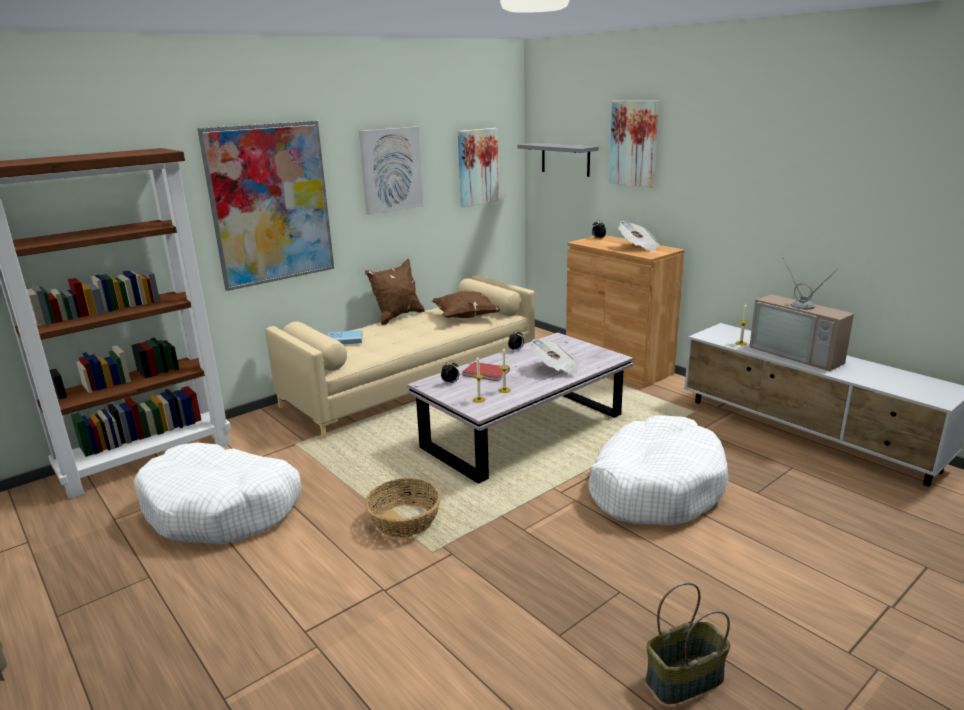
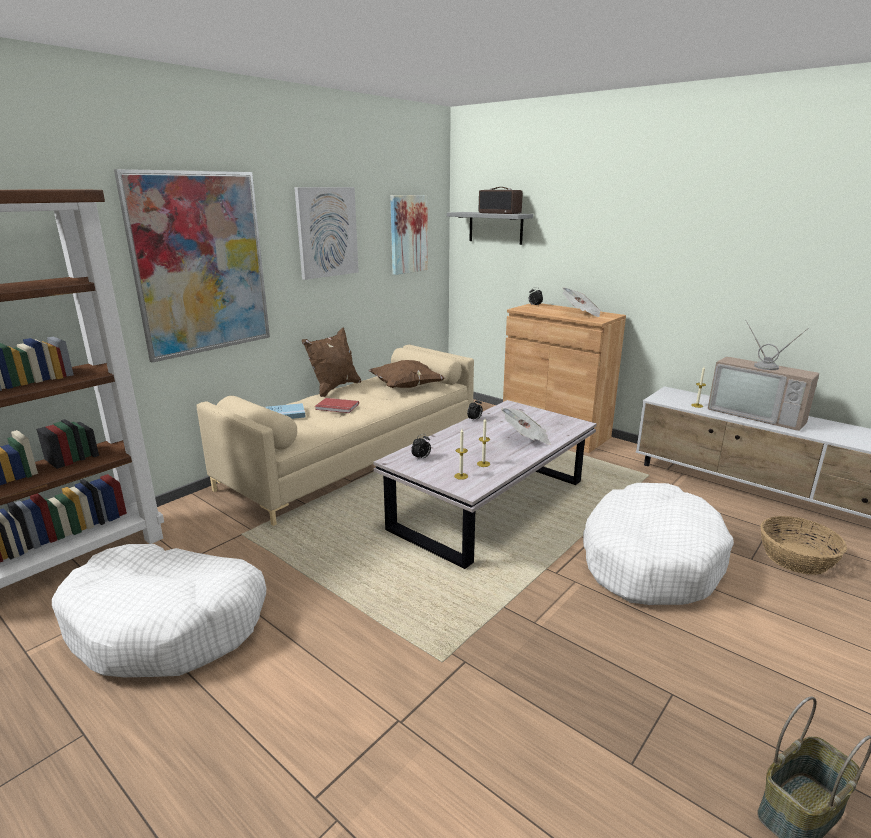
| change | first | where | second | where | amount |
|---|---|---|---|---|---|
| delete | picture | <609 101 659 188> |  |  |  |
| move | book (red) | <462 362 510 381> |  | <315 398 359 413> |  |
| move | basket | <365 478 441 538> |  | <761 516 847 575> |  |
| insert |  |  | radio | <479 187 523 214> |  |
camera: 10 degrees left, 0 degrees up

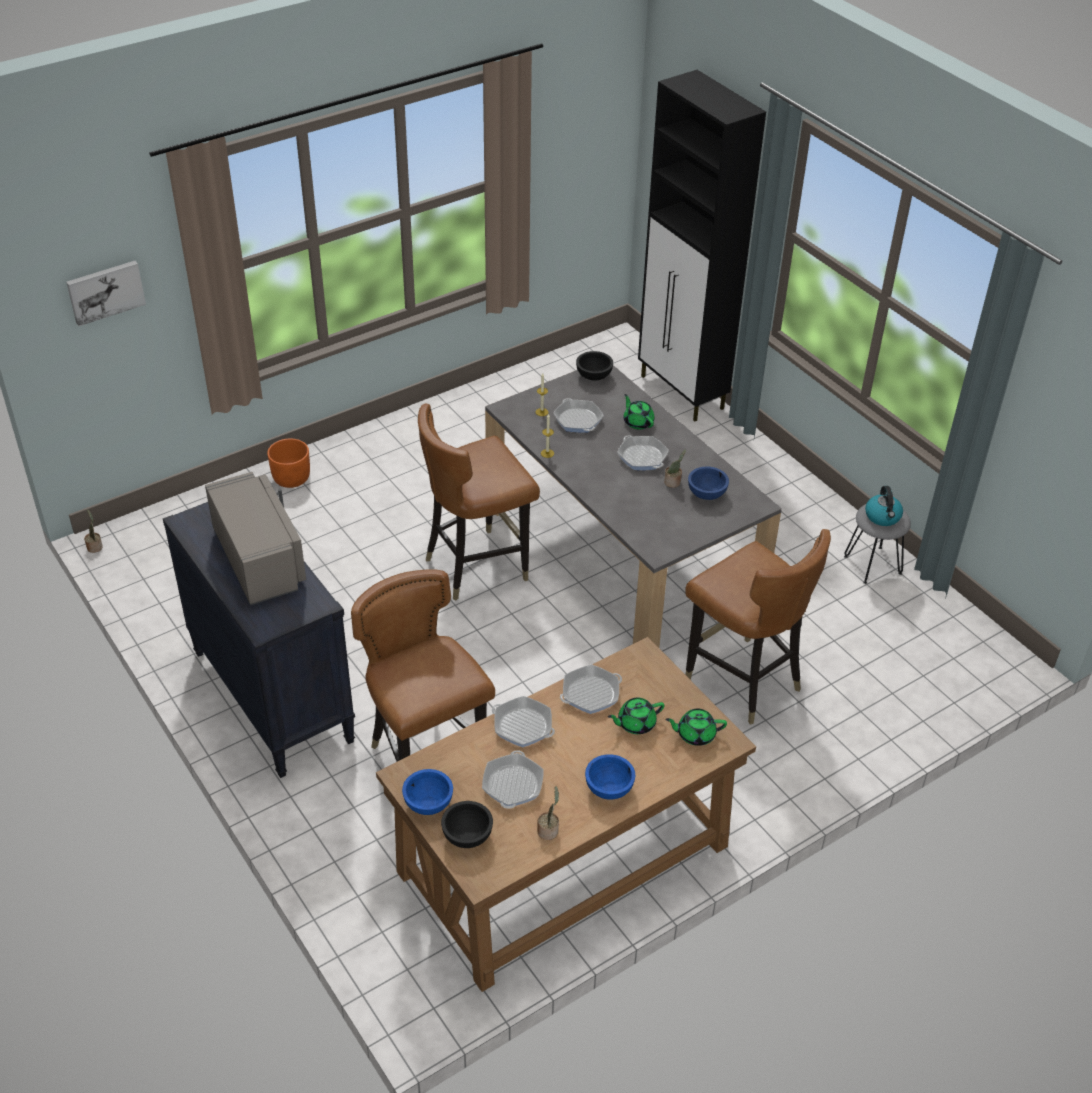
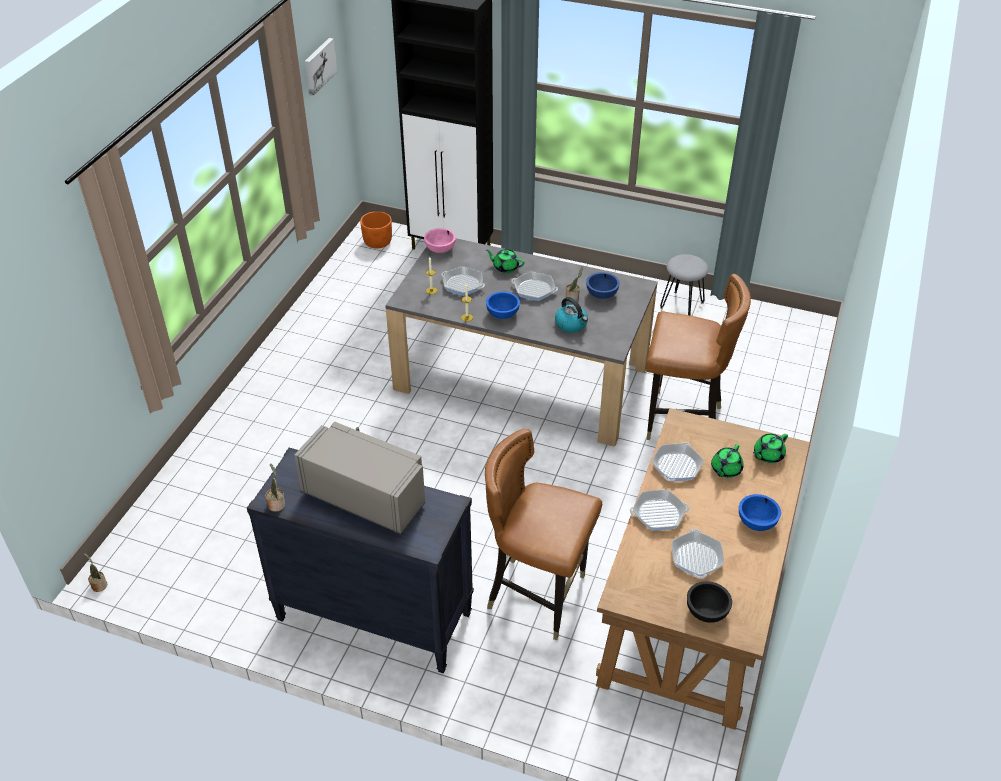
| change | first | where | second | where | amount |
|---|---|---|---|---|---|
| move | picture | <66 261 146 326> |  | <305 38 337 96> |  |
| recolor | bowl (black) | <576 351 613 380> | bowl (pink) | <424 228 456 253> |  |
| delete | chair (brown) | <418 404 540 601> |  |  |  |
| move | planter (orange) | <267 439 310 488> |  | <360 211 392 249> |  |
| move | kettle | <865 486 903 526> |  | <555 297 588 332> |  |
| rotate | frying pan | <482 750 543 809> |  | <672 528 724 578> | 150 degrees counterclockwise |
| move | bowl (blue) | <402 769 453 815> |  | <486 292 520 319> |  |
| move | potted plant | <537 787 559 840> |  | <265 463 285 512> |  |
camera: 35 degrees left, 0 degrees up

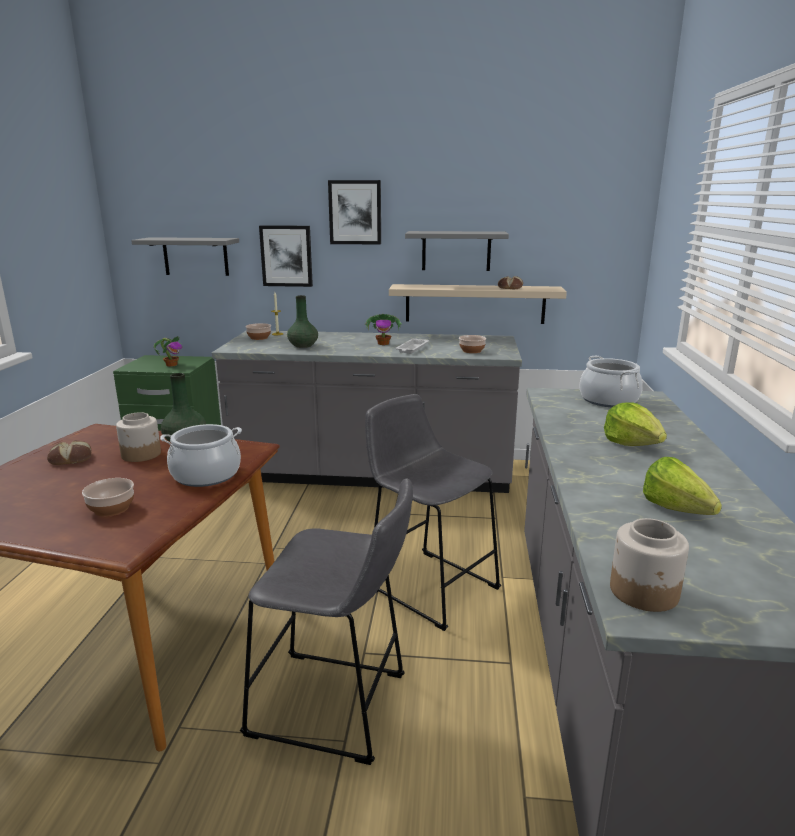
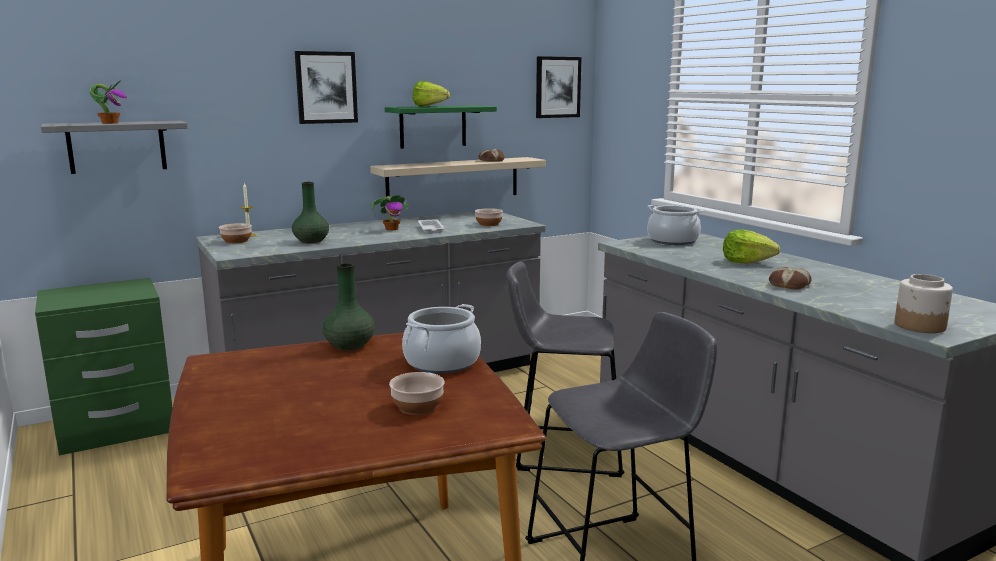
| change | first | where | second | where | amount |
|---|---|---|---|---|---|
| move | picture | <259 225 313 287> |  | <536 56 582 118> |  |
| recolor | shelf (grey) | <405 231 509 271> | shelf (green) | <385 106 497 149> |  |
| move | potted plant | <154 336 182 367> |  | <90 79 127 124> |  |
| delete | jar | <116 412 161 462> |  |  |  |
| move | bread | <47 441 92 465> |  | <769 267 811 289> |  |
| move | lettuce | <643 457 722 515> |  | <413 81 450 107> |  |
camera: 35 degrees left, 5 degrees down

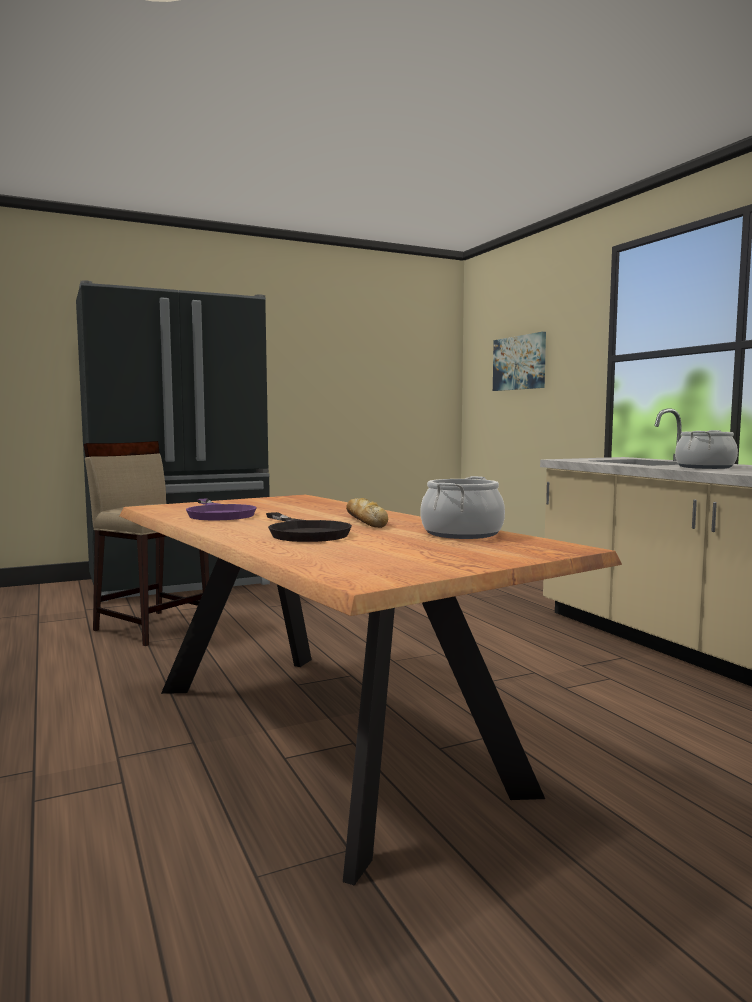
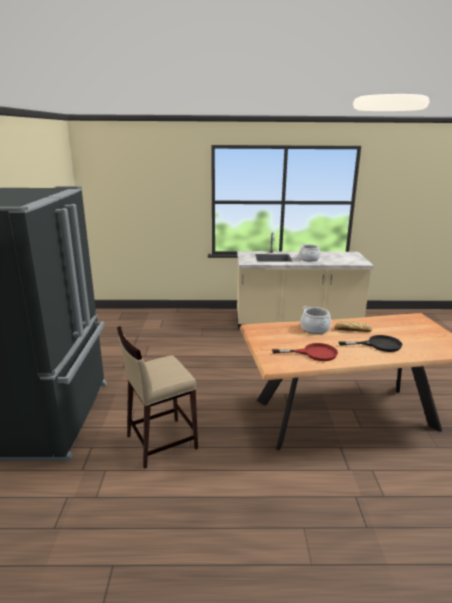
| change | first | where | second | where | amount |
|---|---|---|---|---|---|
| delete | picture | <493 332 546 391> |  |  |  |
| move | cooking pot | <420 476 505 539> |  | <300 306 331 334> |  |
| recolor | frying pan (purple) | <186 499 257 520> | frying pan (red) | <272 343 338 361> |  |
camera: 65 degrees left, 15 degrees up

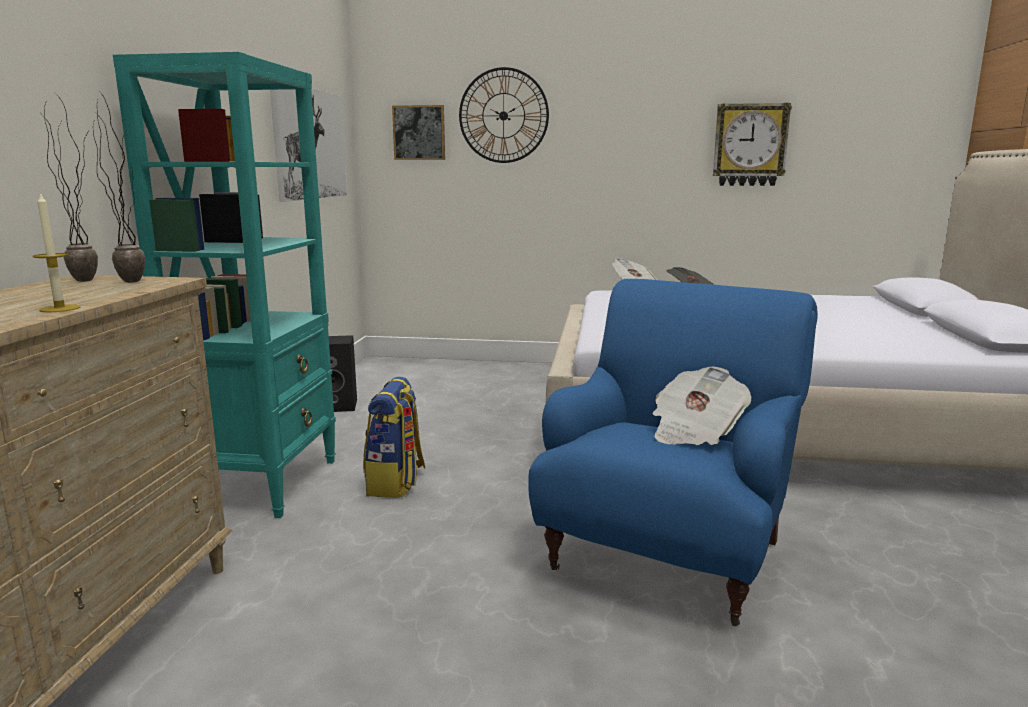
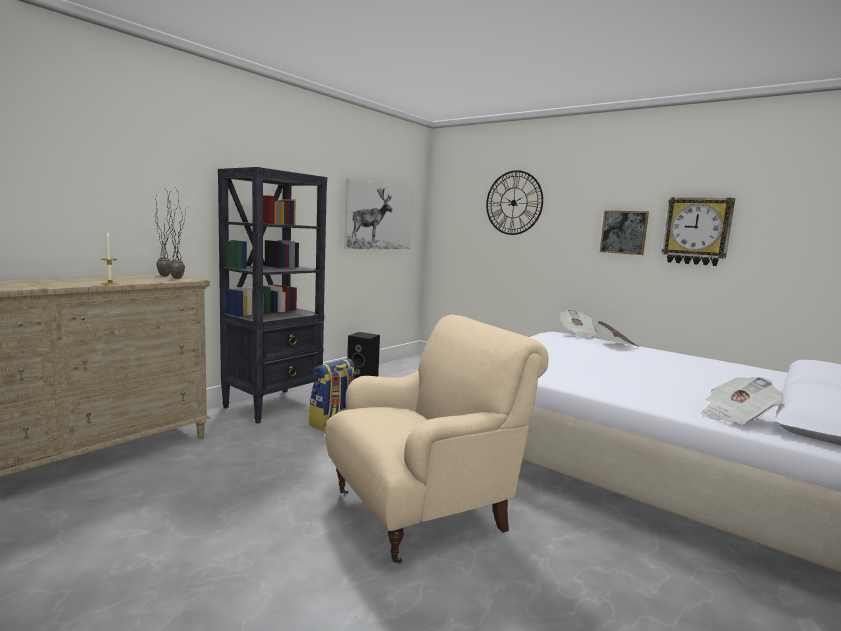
| change | first | where | second | where | amount |
|---|---|---|---|---|---|
| recolor | bookcase (turquoise) | <113 52 336 518> | bookcase (black) | <218 167 327 424> |  |
| move | picture | <392 105 445 160> |  | <600 210 649 255> |  |
| recolor | armchair (blue) | <528 279 818 626> | armchair (beige) | <325 314 548 564> |  |
| move | newspaper | <652 367 752 445> |  | <701 377 784 424> |  |
camera: 30 degrees right, 5 degrees down

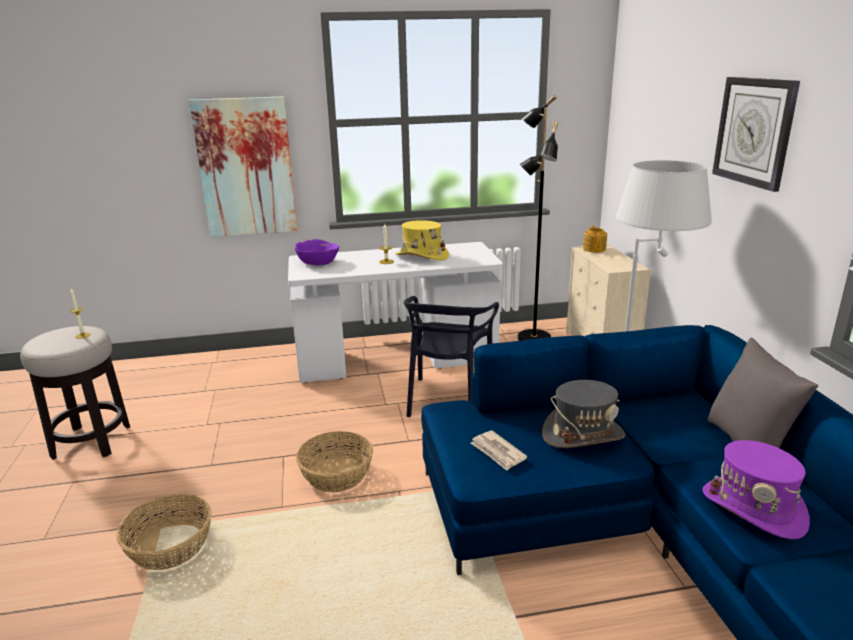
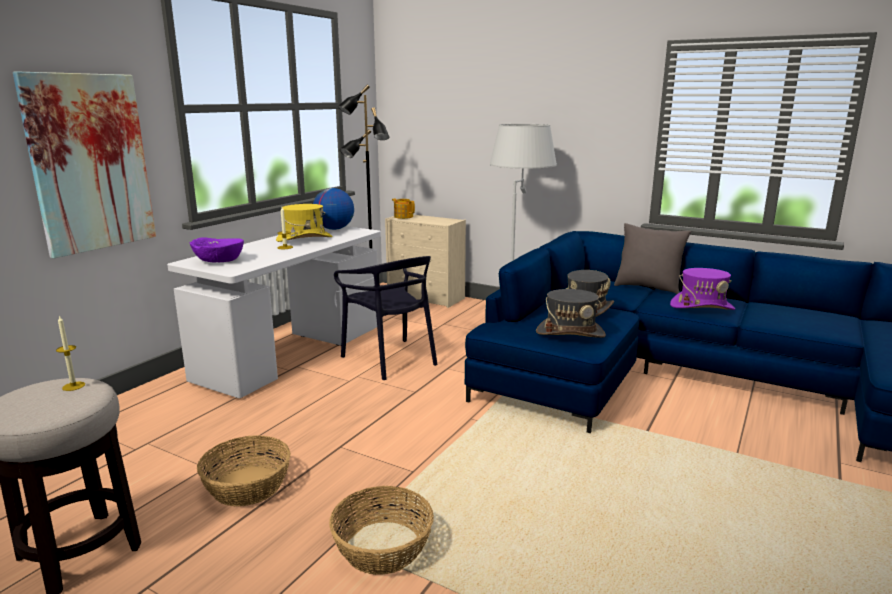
| change | first | where | second | where | amount |
|---|---|---|---|---|---|
| delete | wall clock | <712 77 800 192> |  |  |  |
| replace | newspaper | <471 430 527 471> | hat (grey) | <536 289 606 338> |  |
| move | basket | <296 431 373 493> |  | <197 435 291 506> |  |
| insert |  |  | globe | <313 188 354 230> |  |
camera: 50 degrees left, 5 degrees down

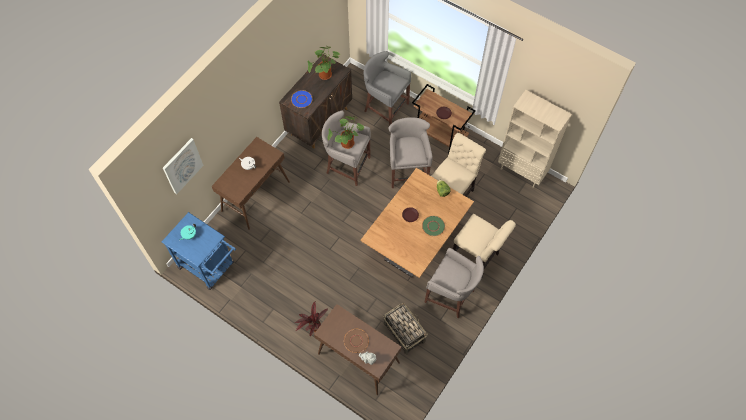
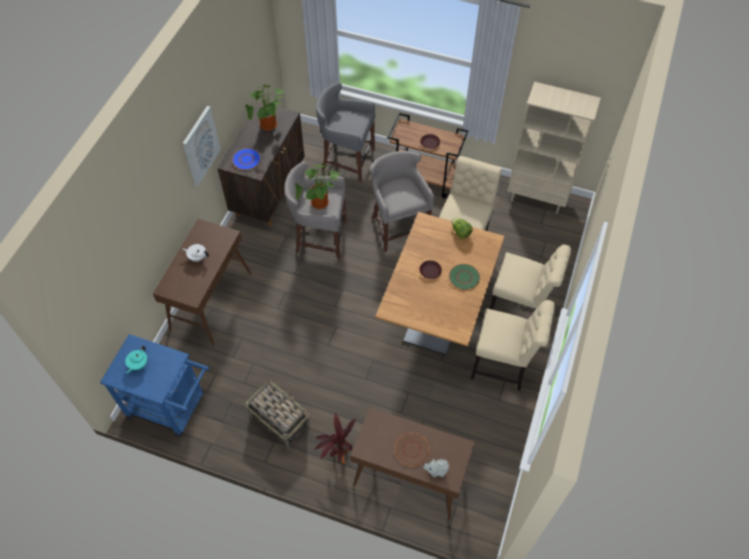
| change | first | where | second | where | amount |
|---|---|---|---|---|---|
| move | picture | <163 138 204 194> |  | <183 106 221 186> |  |
| replace | stool (grey) | <424 248 484 319> | chair (beige) | <471 300 555 391> |  |
| move | basket | <383 303 428 355> |  | <245 380 310 449> |  |
camera: 15 degrees left, 5 degrees down

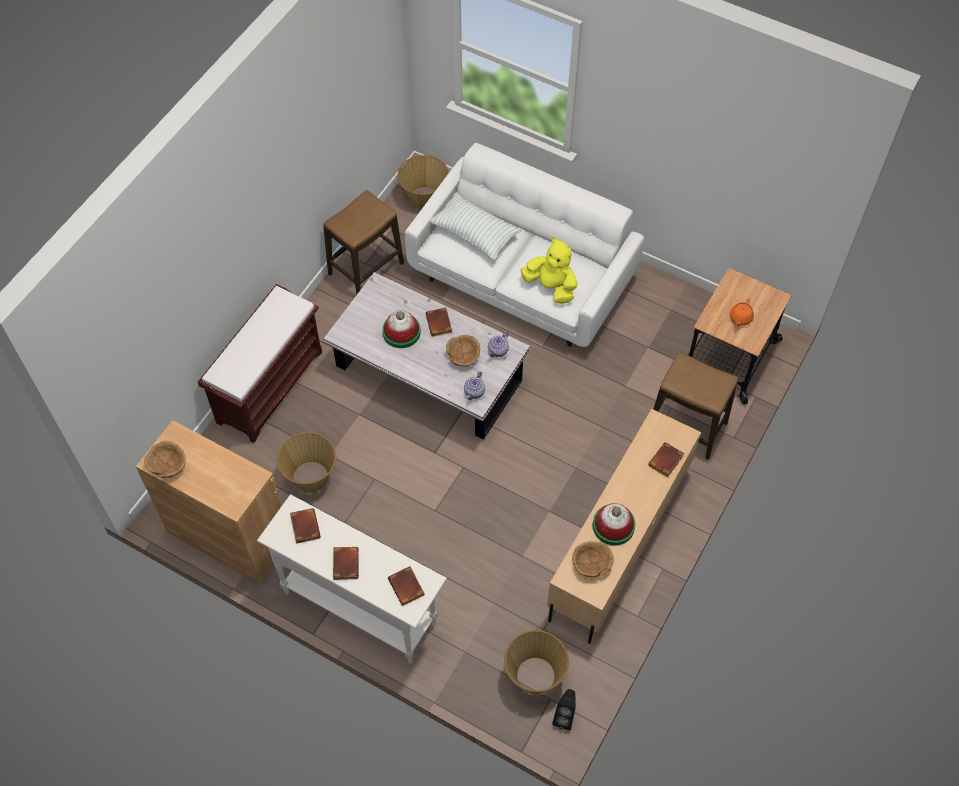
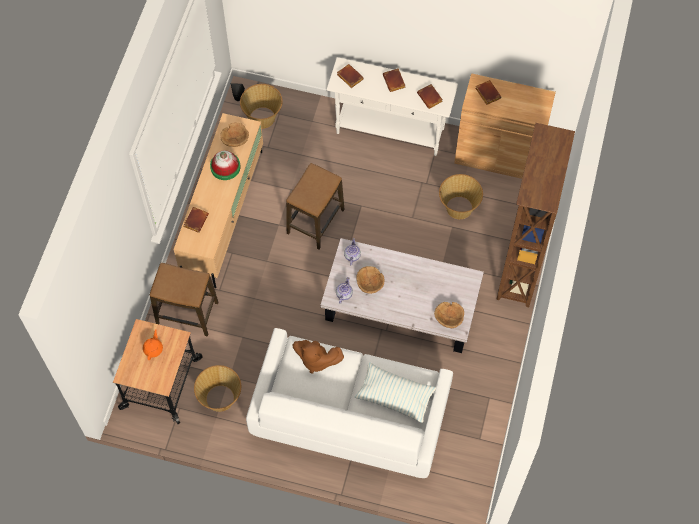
| change | first | where | second | where | amount |
|---|---|---|---|---|---|
| move | basket | <398 155 449 210> |  | <194 365 241 412> |  |
| move | stool | <323 190 404 295> |  | <286 163 345 249> |  |
| recolor | plush toy (yellow) | <521 237 577 304> | plush toy (brown) | <293 340 344 373> |  |
| replace | bench (brown) | <198 284 322 443> | bookcase (brown) | <496 123 575 307> |  |
| move | book (brown) | <426 307 452 337> |  | <475 80 501 105> |  |
| delete | hat | <382 310 421 348> |  |  |  |
| move | bowl (brown) | <144 441 186 478> |  | <434 302 464 328> |  |
camera: 165 degrees right, 5 degrees up

